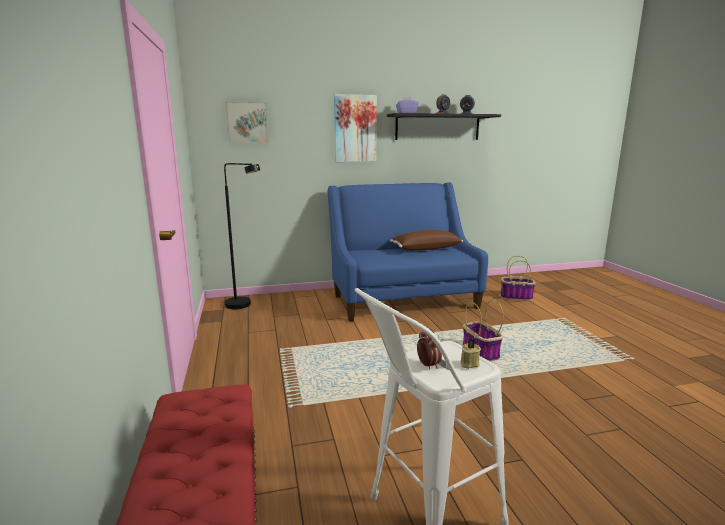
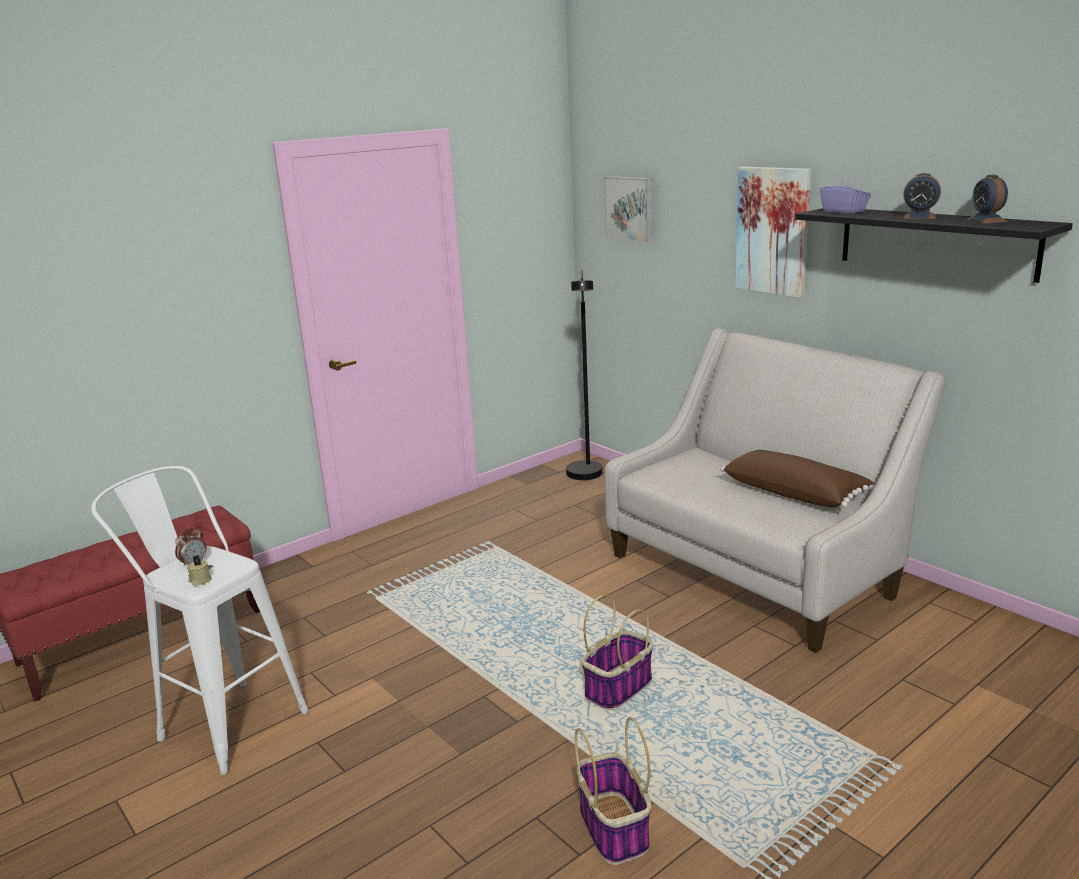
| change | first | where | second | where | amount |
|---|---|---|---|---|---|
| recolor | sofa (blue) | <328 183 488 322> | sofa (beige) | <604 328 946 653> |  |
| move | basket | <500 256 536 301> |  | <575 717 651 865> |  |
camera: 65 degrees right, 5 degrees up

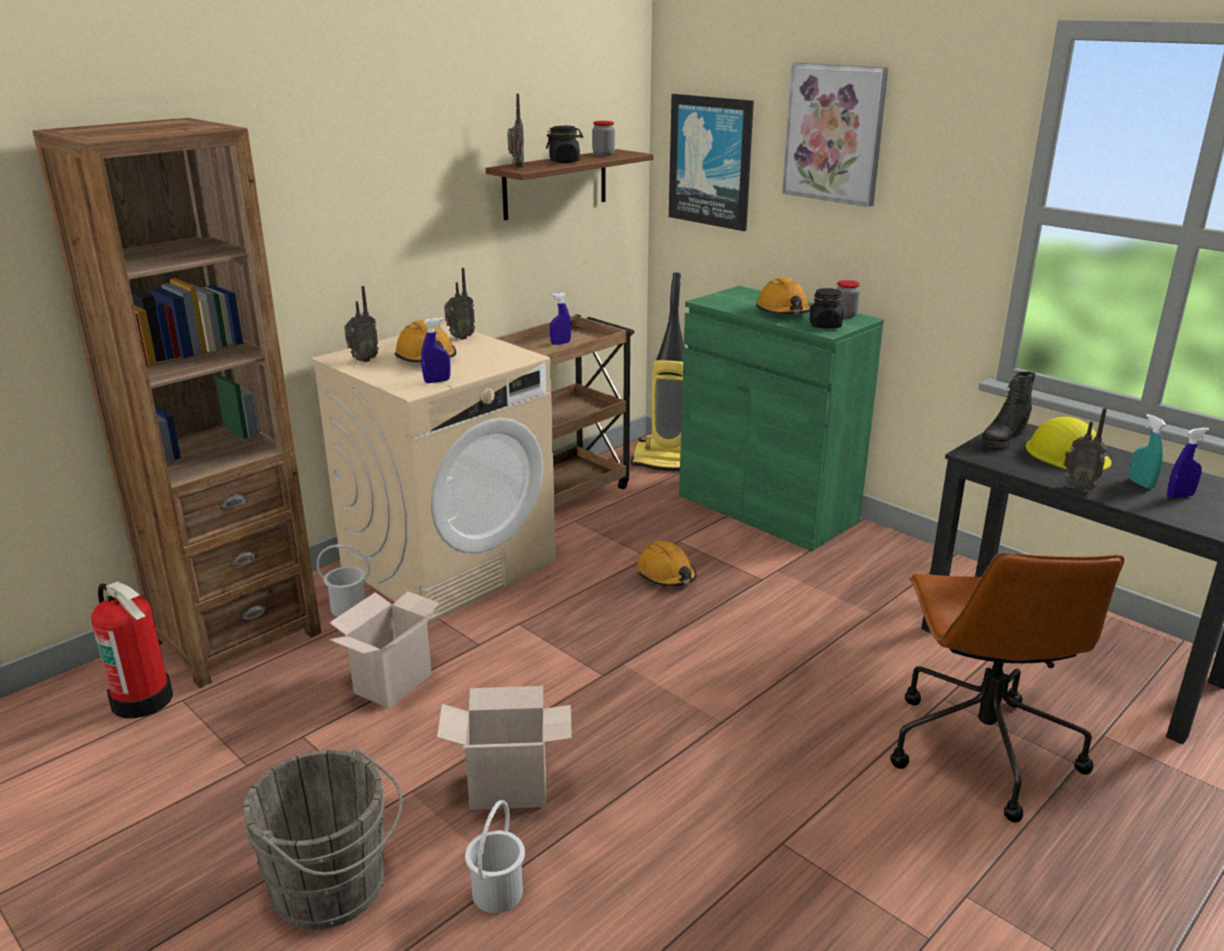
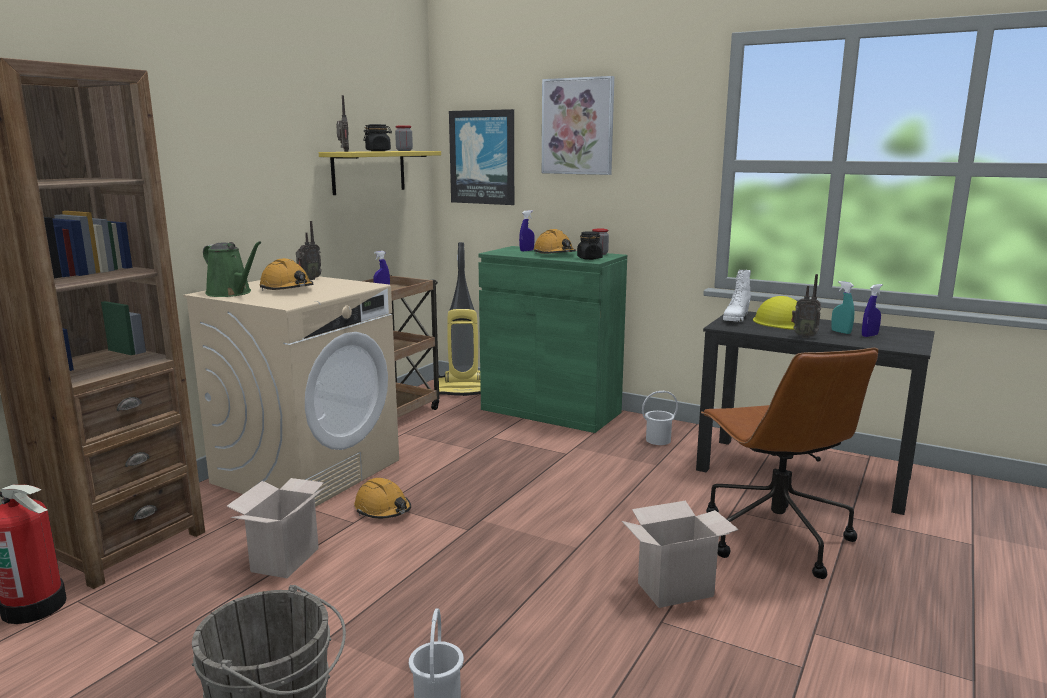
| change | first | where | second | where | amount |
|---|---|---|---|---|---|
| recolor | shelf (brown) | <486 149 654 220> | shelf (yellow) | <319 151 441 195> |  |
| replace | radio | <344 286 379 362> | watering can (green) | <203 241 261 297> |  |
| move | spray bottle (blue) | <421 318 450 383> |  | <519 210 535 251> |  |
| recolor | boot (black) | <981 372 1036 448> | boot (white) | <723 270 751 322> |  |
| move | hard hat (orange) | <637 541 696 586> |  | <354 478 411 519> |  |
| move | bucket (white) | <317 544 370 617> |  | <642 391 678 445> |  |
| move | cardboard box | <437 686 572 810> |  | <622 501 739 608> |  |
camera: 15 degrees left, 10 degrees down

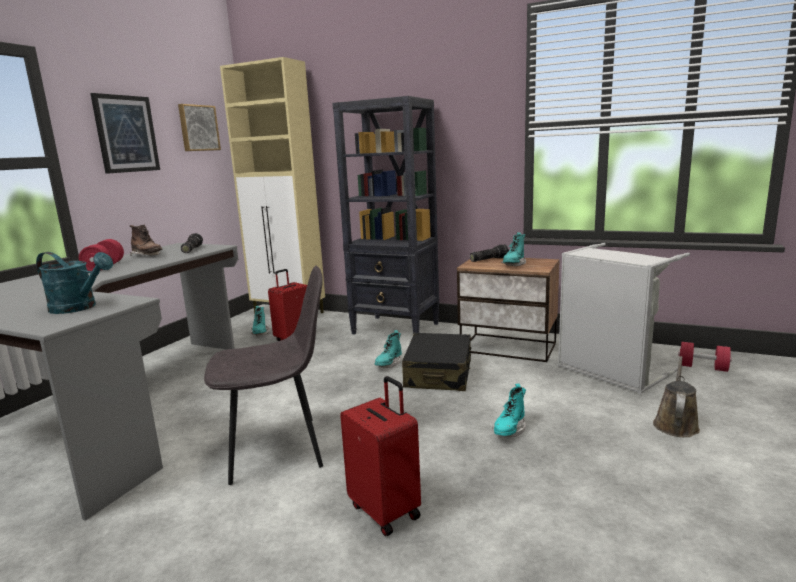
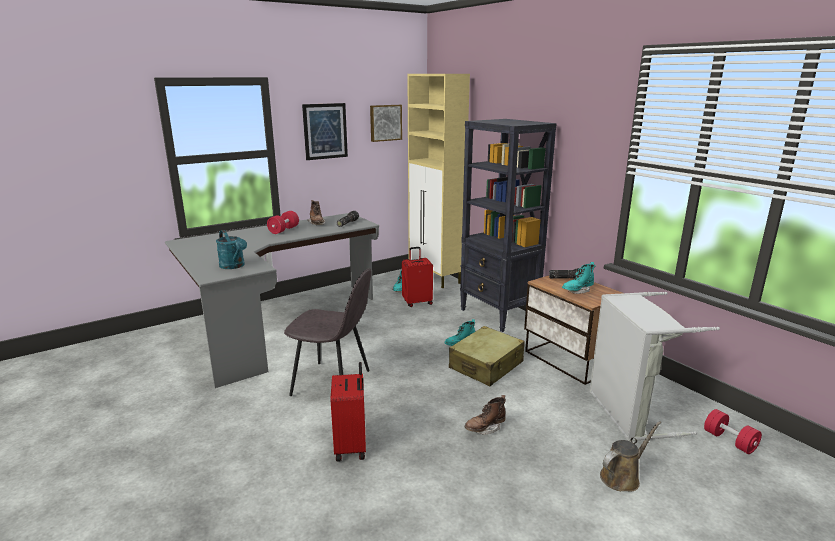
| change | first | where | second | where | amount |
|---|---|---|---|---|---|
| recolor | suitcase (black) | <402 333 471 391> | suitcase (beige) | <449 326 525 386> |  |
| recolor | boot (turquoise) | <492 384 526 437> | boot (brown) | <465 395 506 435> |  |
camera: 30 degrees right, 5 degrees up

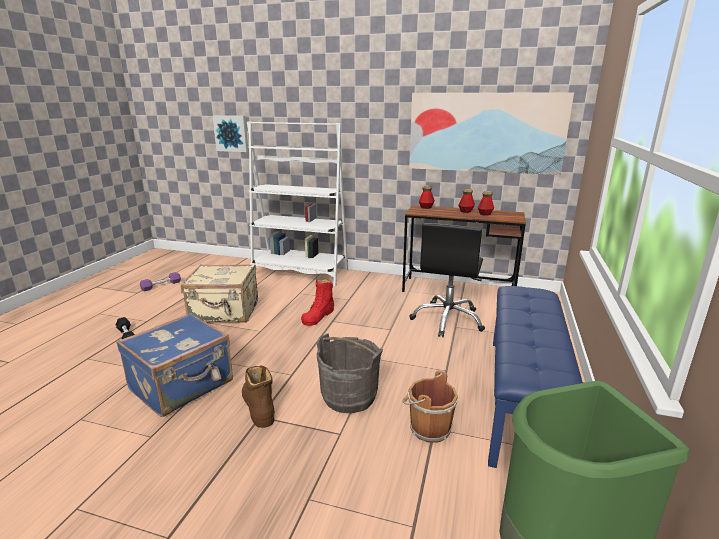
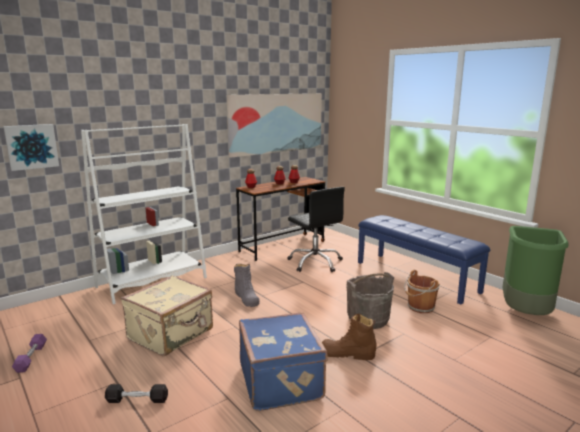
| change | first | where | second | where | amount |
|---|---|---|---|---|---|
| recolor | boot (red) | <301 279 334 326> | boot (grey) | <234 264 260 307> |  |
camera: 55 degrees left, 5 degrees down

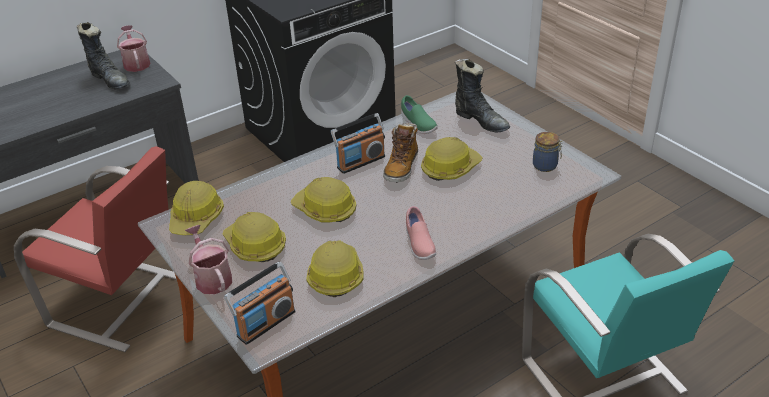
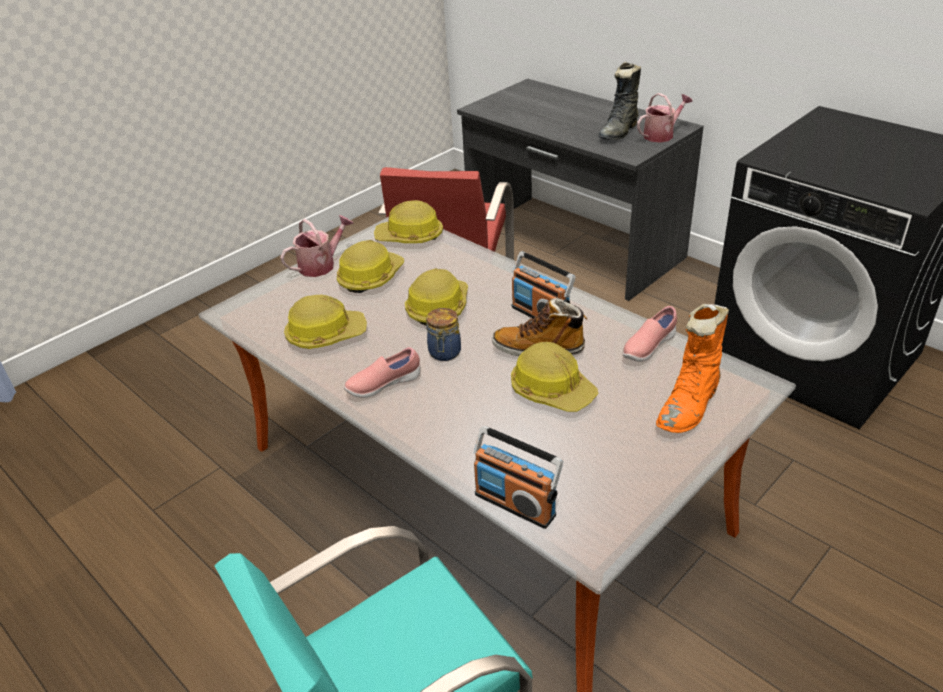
| change | first | where | second | where | amount |
|---|---|---|---|---|---|
| recolor | boot (black) | <455 59 510 132> | boot (orange) | <656 304 729 433> |  |
| recolor | shoe (green) | <401 95 438 134> | shoe (pink) | <623 306 677 362> |  |
| move | jar | <533 132 563 172> |  | <426 308 461 361> |  |
| move | radio | <224 262 295 345> |  | <473 426 563 529> |  |
camera: 80 degrees right, 0 degrees up

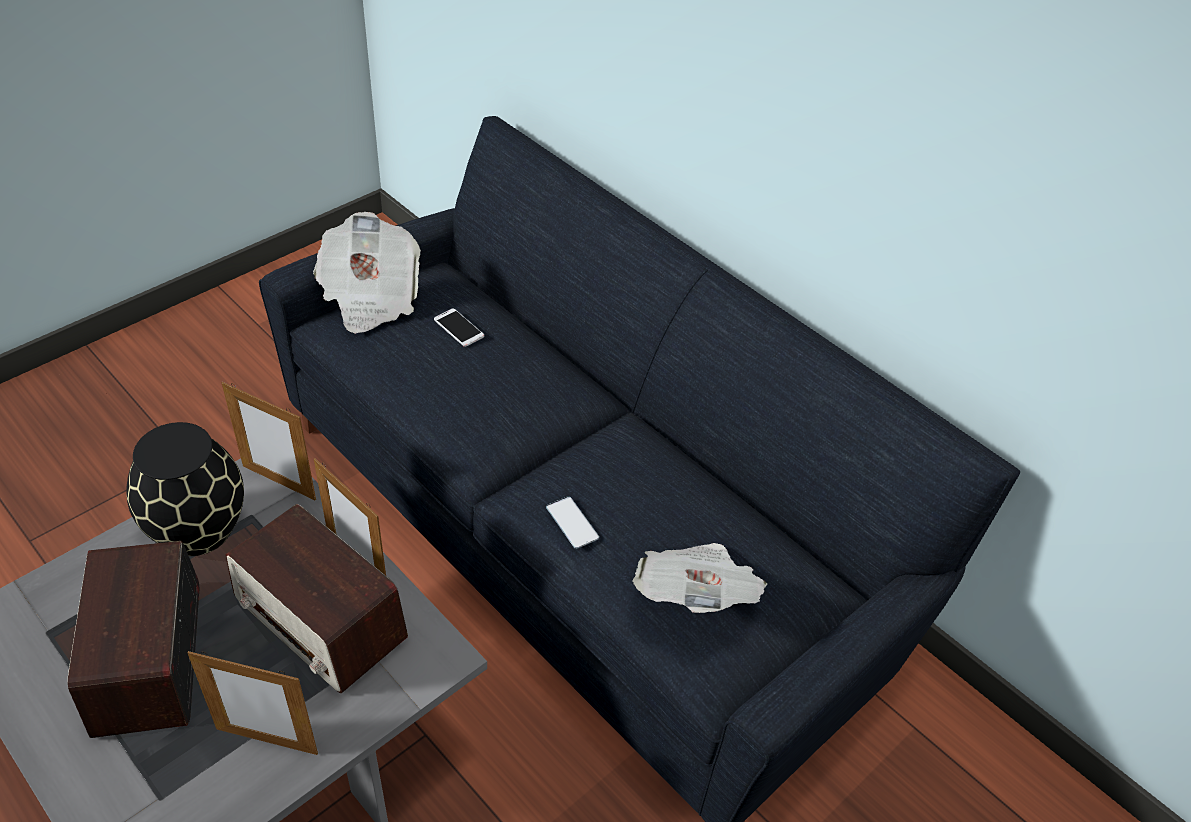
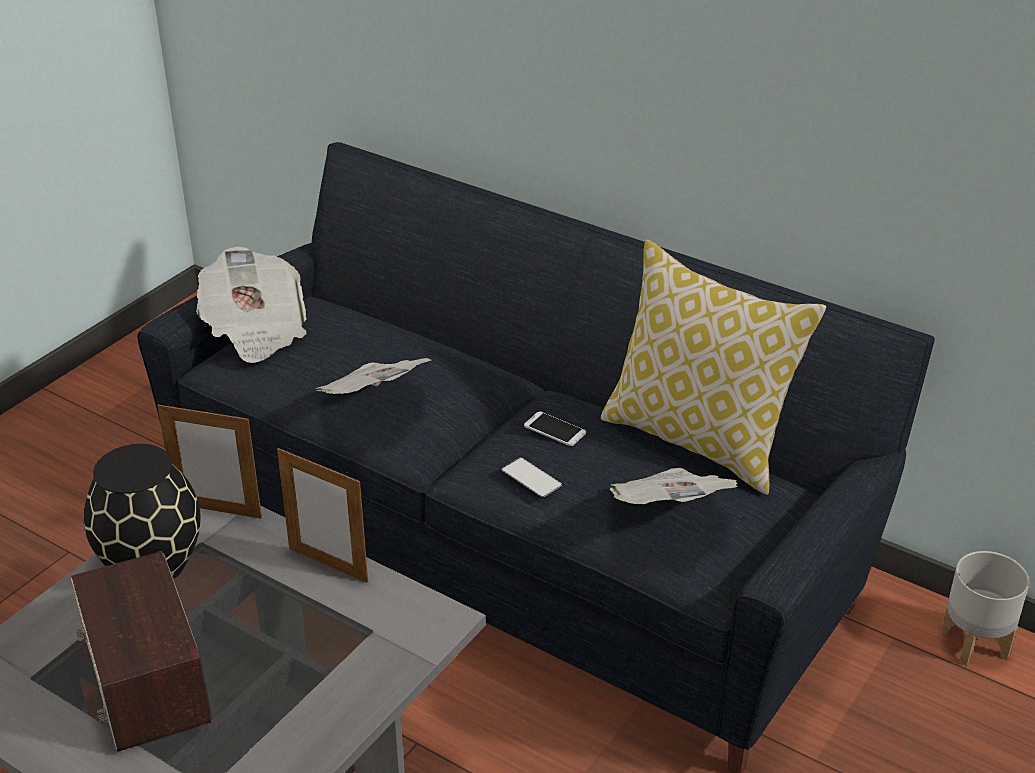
| change | first | where | second | where | amount |
|---|---|---|---|---|---|
| move | phone | <434 309 484 347> |  | <524 411 586 446> |  |
| delete | radio | <226 504 408 693> |  |  |  |
| delete | picture frame | <187 651 318 755> |  |  |  |
| insert |  |  | pillow | <601 240 827 495> |  |
| insert |  |  | newspaper | <316 358 431 394> |  |
| insert |  |  | planter (grey) | <941 551 1029 666> |  |
camera: 10 degrees left, 10 degrees down

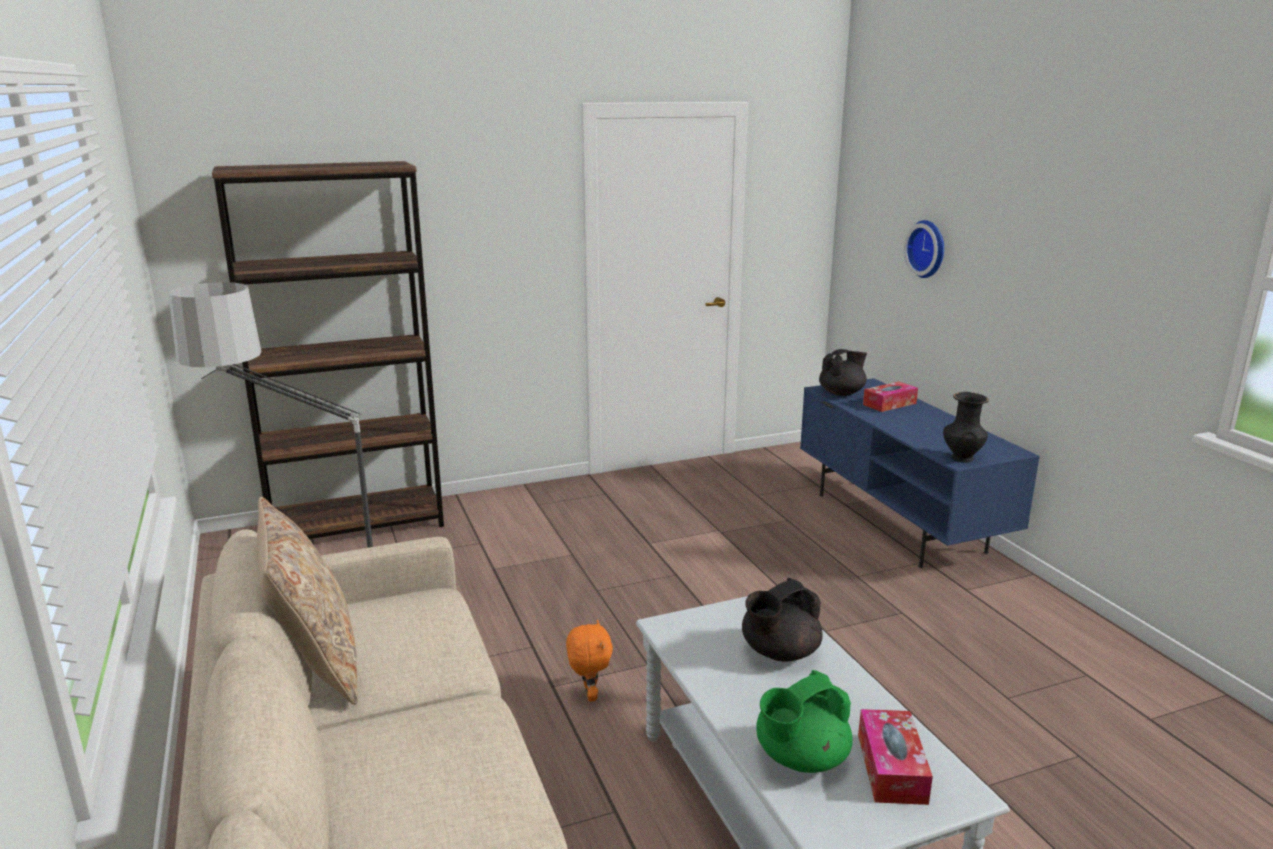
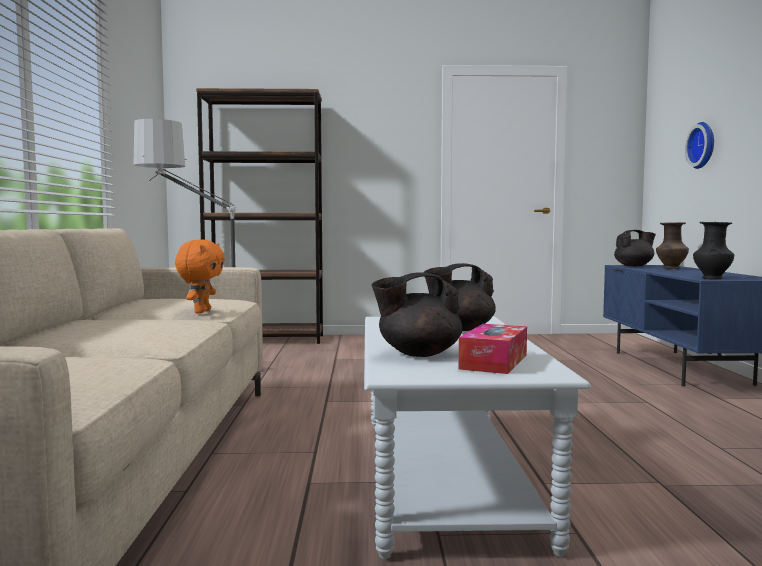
| change | first | where | second | where | amount |
|---|---|---|---|---|---|
| replace | tissue box | <863 382 918 412> | vase (brown) | <656 222 689 269> |  |
| delete | pillow (beige) | <257 497 358 705> |  |  |  |
| move | plush toy (orange) | <566 620 613 702> |  | <175 239 225 314> |  |
| recolor | teapot (green) | <756 670 853 773> | teapot (black) | <372 273 462 357> |  |
camera: 20 degrees right, 15 degrees down

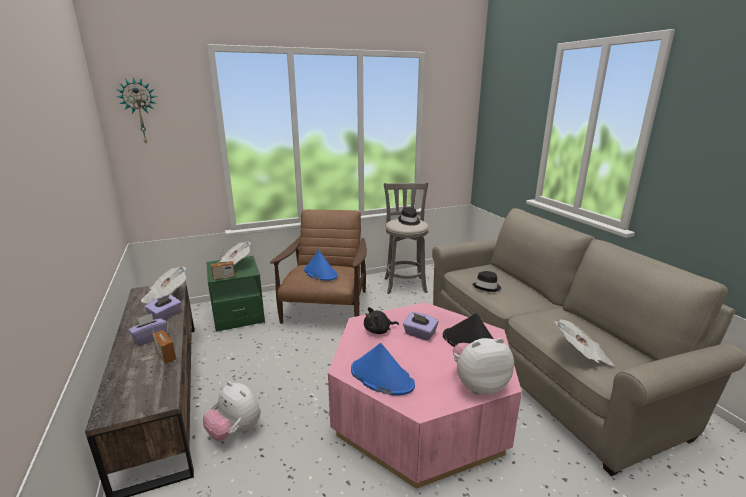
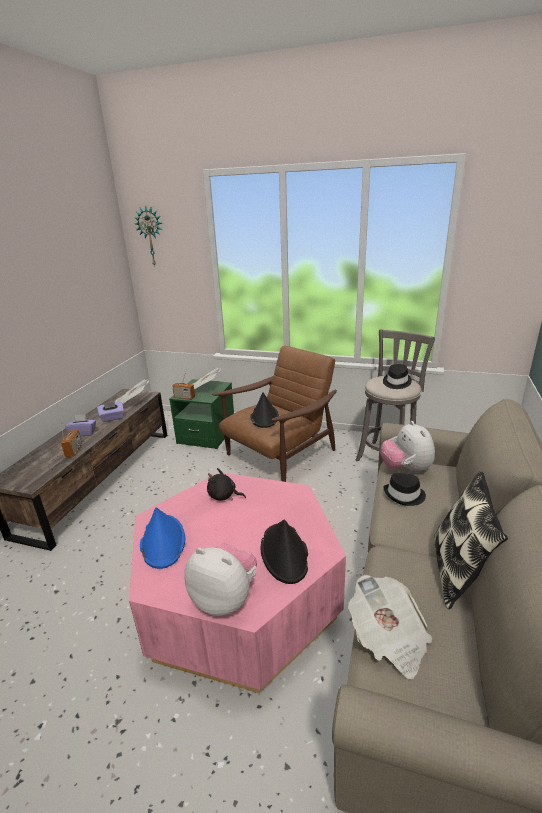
| change | first | where | second | where | amount |
|---|---|---|---|---|---|
| recolor | hat (blue) | <304 250 338 281> | hat (black) | <251 393 279 428> |  |
| delete | tissue box (purple) | <403 312 438 341> |  |  |  |
| move | plush toy | <203 381 260 441> |  | <380 421 435 474> |  |
| insert |  |  | pillow | <434 471 508 609> |  |
camera: 40 degrees right, 5 degrees up

